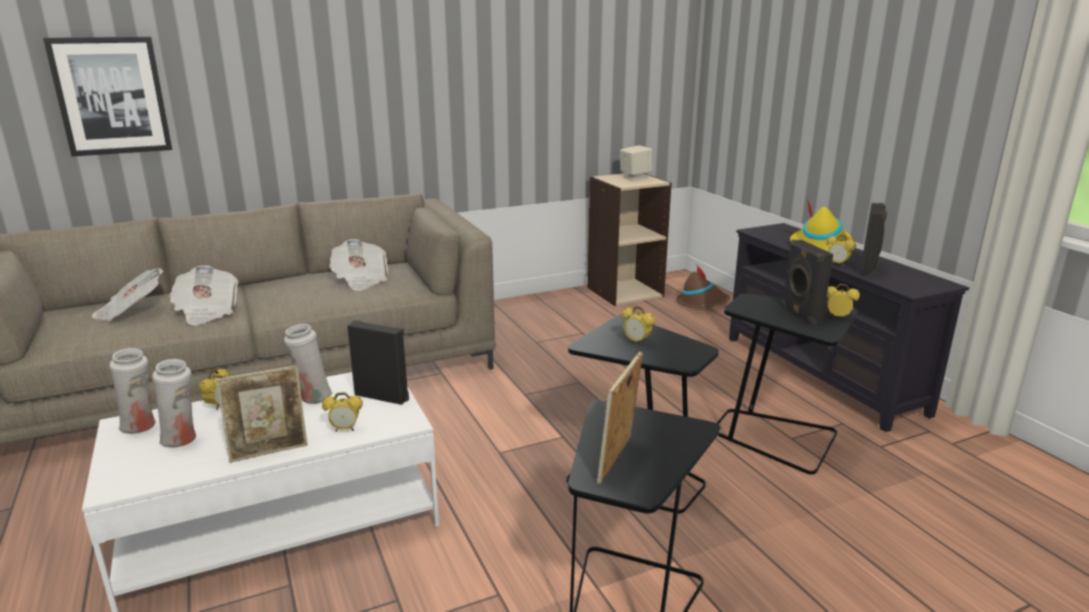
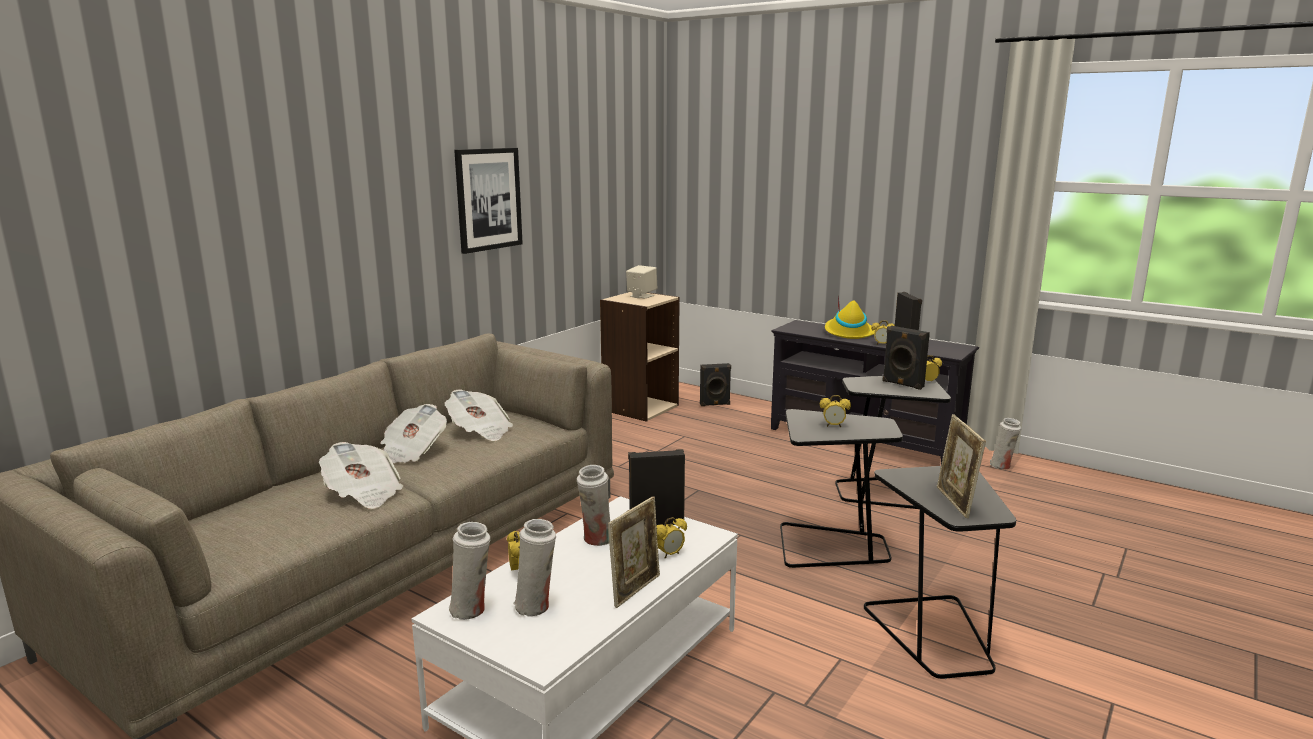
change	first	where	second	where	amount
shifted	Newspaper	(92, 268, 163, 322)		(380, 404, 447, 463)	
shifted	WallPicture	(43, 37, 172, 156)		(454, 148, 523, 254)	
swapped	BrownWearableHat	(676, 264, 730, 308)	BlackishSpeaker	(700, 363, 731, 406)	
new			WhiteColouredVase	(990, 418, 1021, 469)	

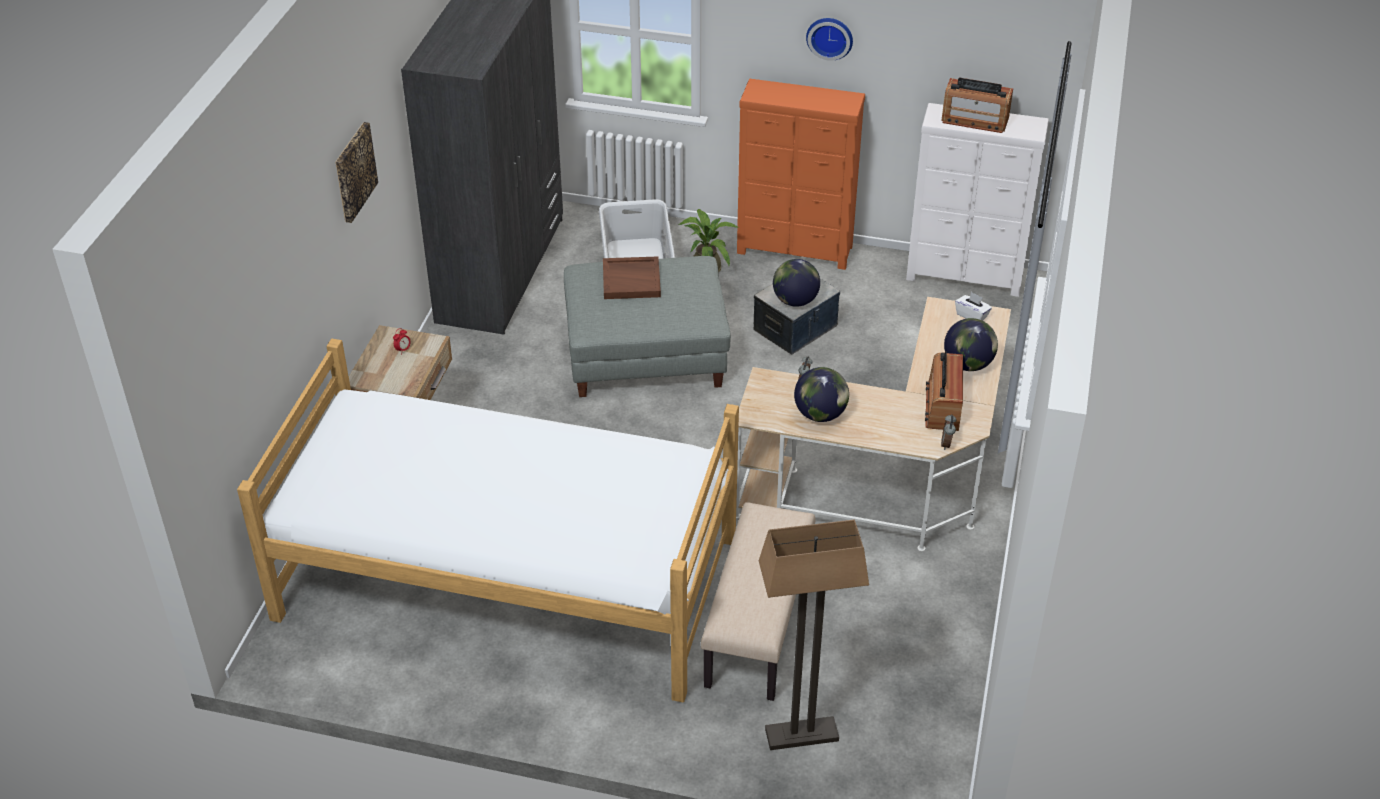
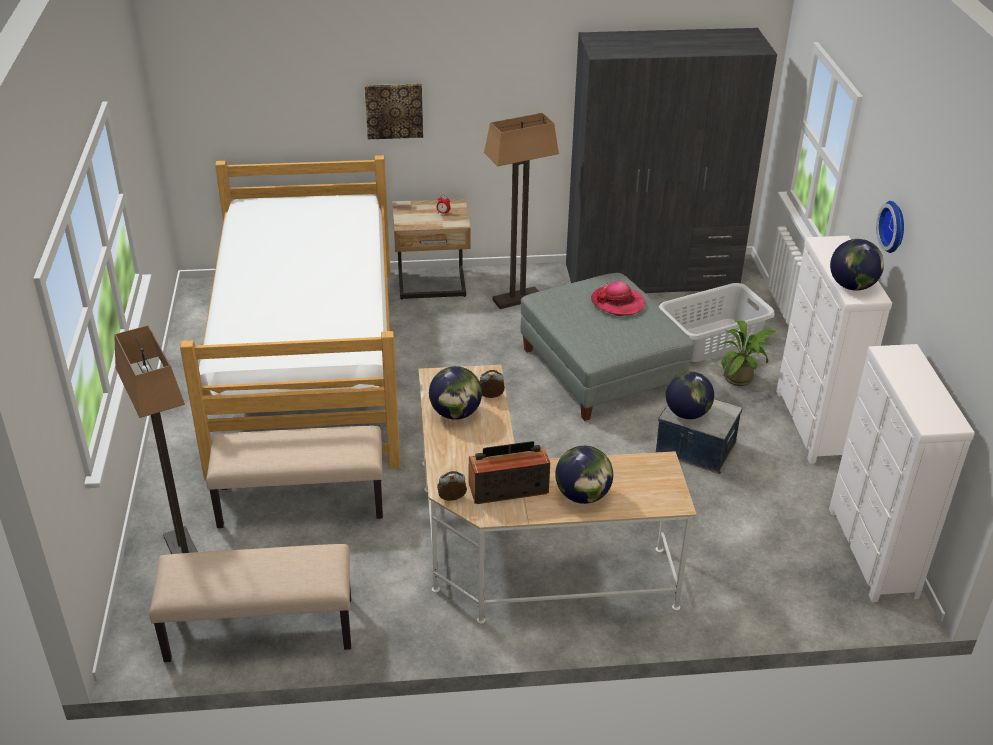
change	first	where	second	where	amount
new			BeigeIndoorBench	(149, 544, 351, 662)	
shifted	WallPicture	(335, 122, 378, 223)		(365, 84, 423, 139)	
new			StandingLamp	(484, 113, 559, 309)	
swapped	BrownCarryingTray	(603, 256, 661, 299)	WearableHat	(591, 281, 645, 316)	
repainted	OrangeColouredDresser	(737, 78, 865, 270)	WhiteColouredDresser	(776, 236, 892, 464)	
new			DeskGlobe	(830, 239, 884, 291)	
gone	RadioReceiver	(941, 78, 1013, 133)			
gone	WhiteColouredTissueHolder	(955, 292, 992, 321)			

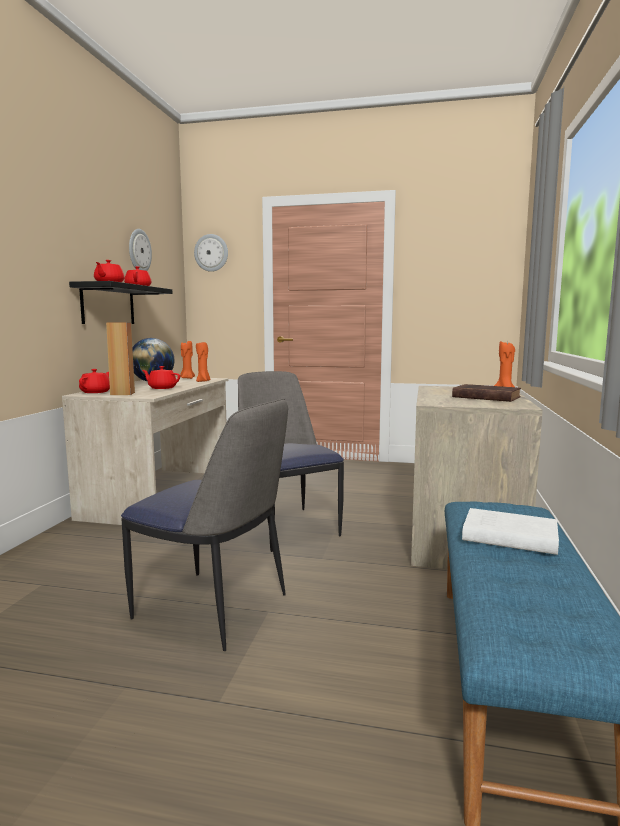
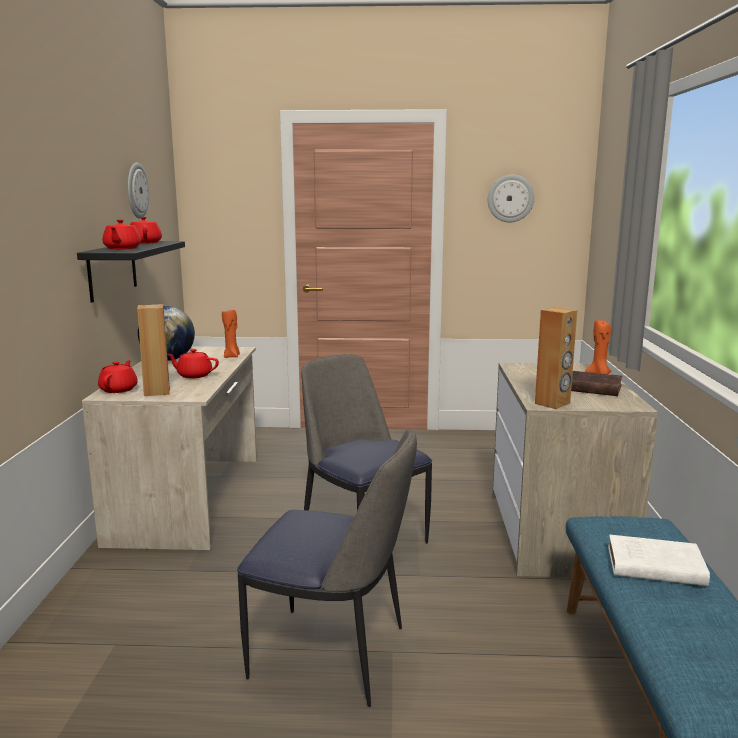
change	first	where	second	where	amount
shifted	ClockOnTheWall	(194, 234, 228, 272)		(488, 175, 535, 222)	
new			BrownSpeaker	(535, 307, 577, 409)	
gone	OrangeColouredWaxCandle	(180, 341, 195, 379)			

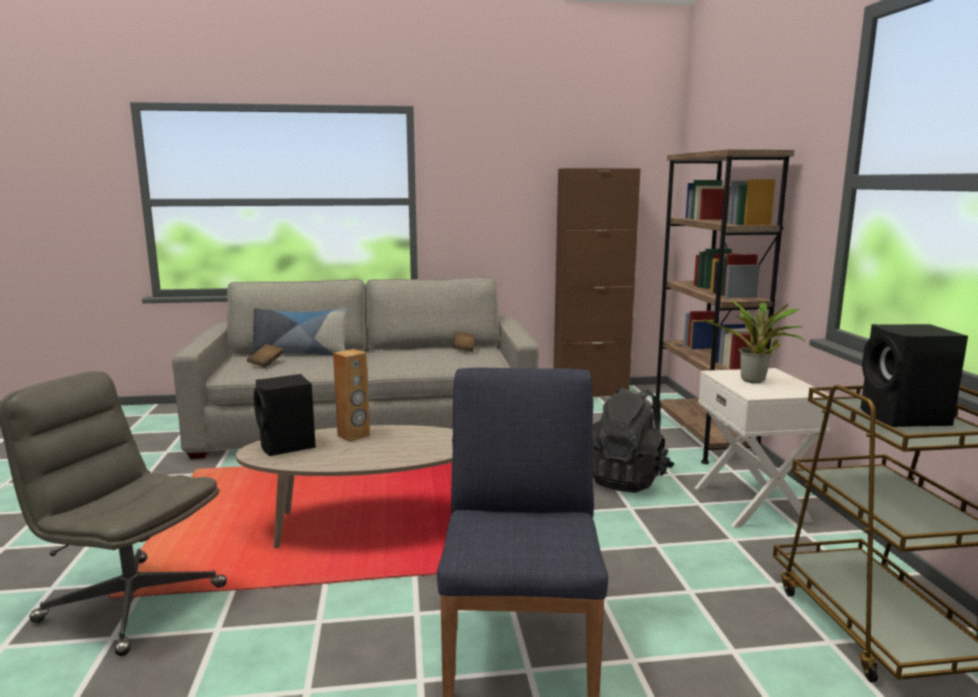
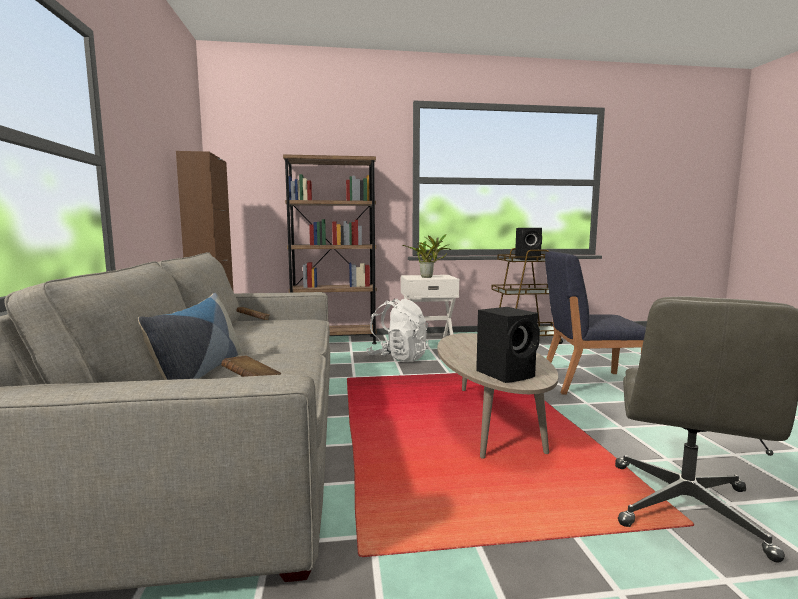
change	first	where	second	where	amount
repainted	BlackishRucksack	(592, 386, 674, 493)	WhiteColouredRucksack	(366, 298, 429, 362)	
gone	BrownSpeaker	(333, 349, 370, 442)			

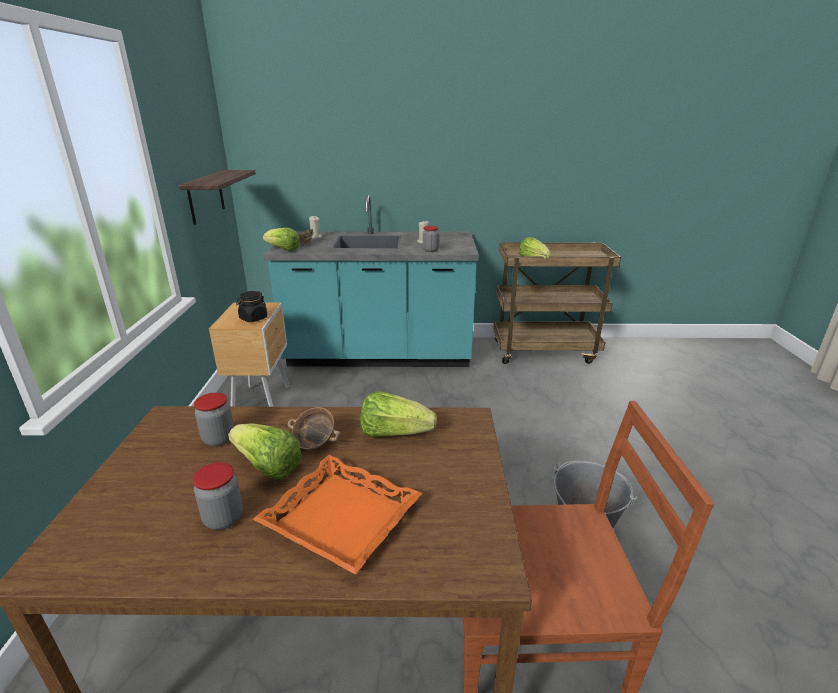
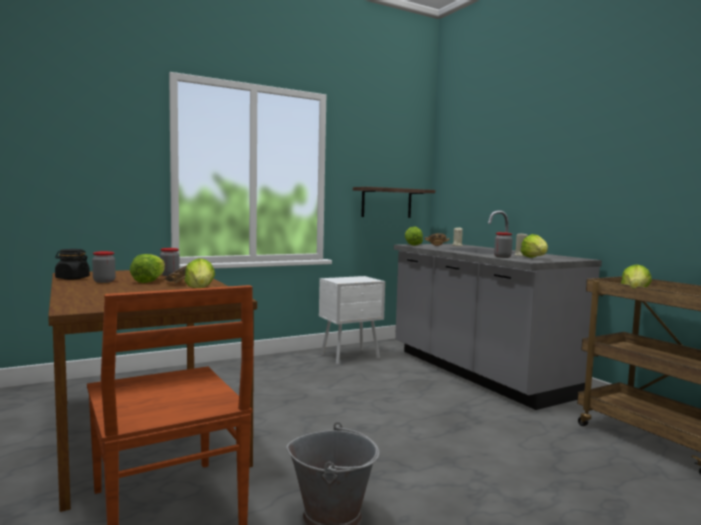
change	first	where	second	where	amount
shifted	BlackishJar	(236, 291, 267, 322)		(55, 249, 90, 280)	
repainted	BrownNightstand	(209, 302, 290, 407)	WhiteColouredNightstand	(319, 276, 385, 365)	
repainted	BlueGreenKitchenCounter	(264, 194, 479, 367)	GrayKitchenCounter	(394, 210, 602, 410)	
new			Lettuce	(521, 234, 548, 258)	
gone	OrangeColouredCarryingTray	(253, 455, 422, 575)			

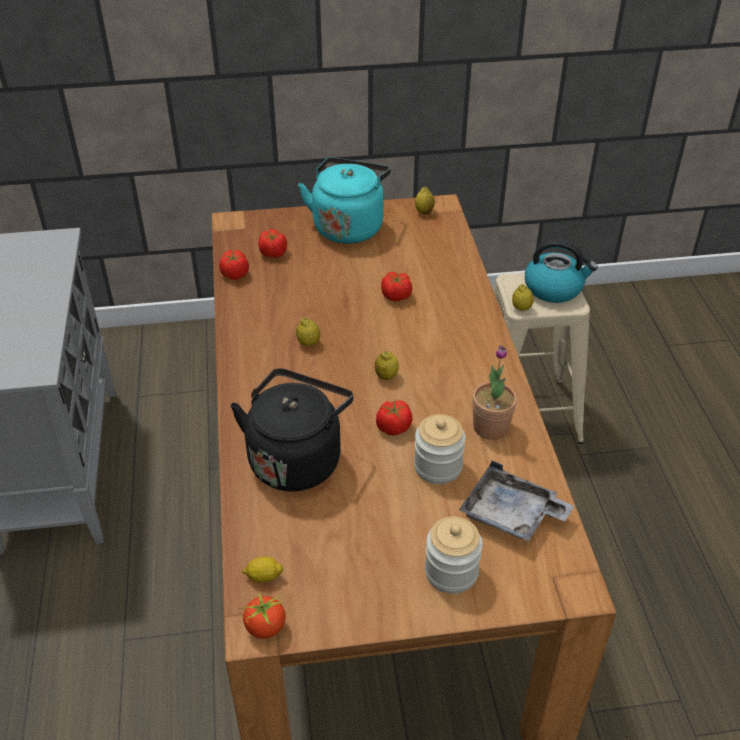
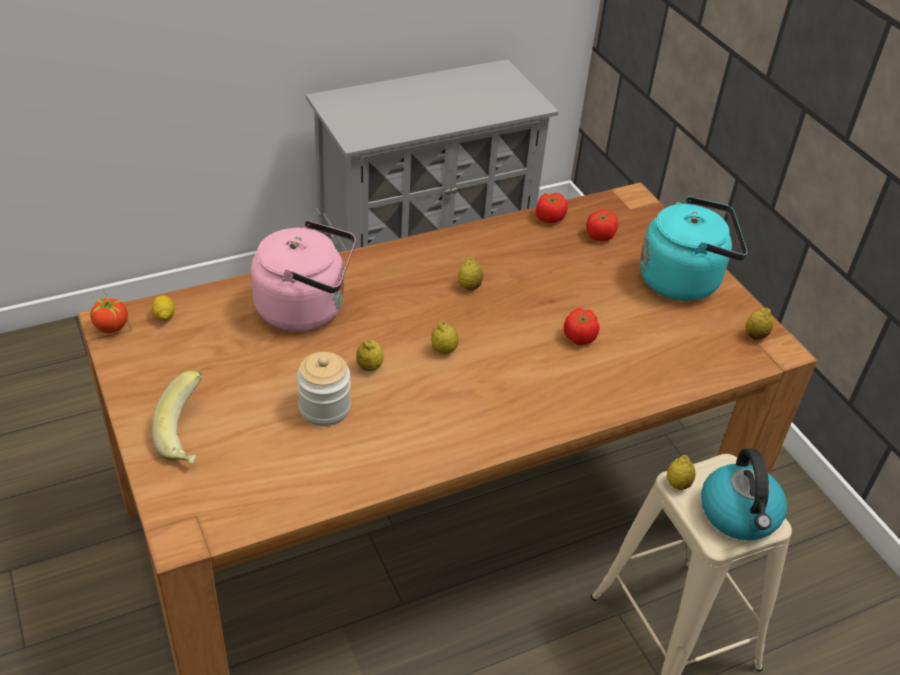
change	first	where	second	where	amount
swapped	Jar	(425, 516, 483, 594)	BananaFruit	(152, 370, 202, 464)	
repainted	BlackishWaterKettle	(231, 368, 353, 491)	PinkWaterKettle	(251, 220, 356, 331)	
swapped	WholeTomato	(376, 400, 412, 435)	Lemon	(356, 340, 383, 371)	
gone	GrayCarryingTray	(459, 461, 574, 541)			
gone	PottedPlant	(472, 345, 517, 440)			

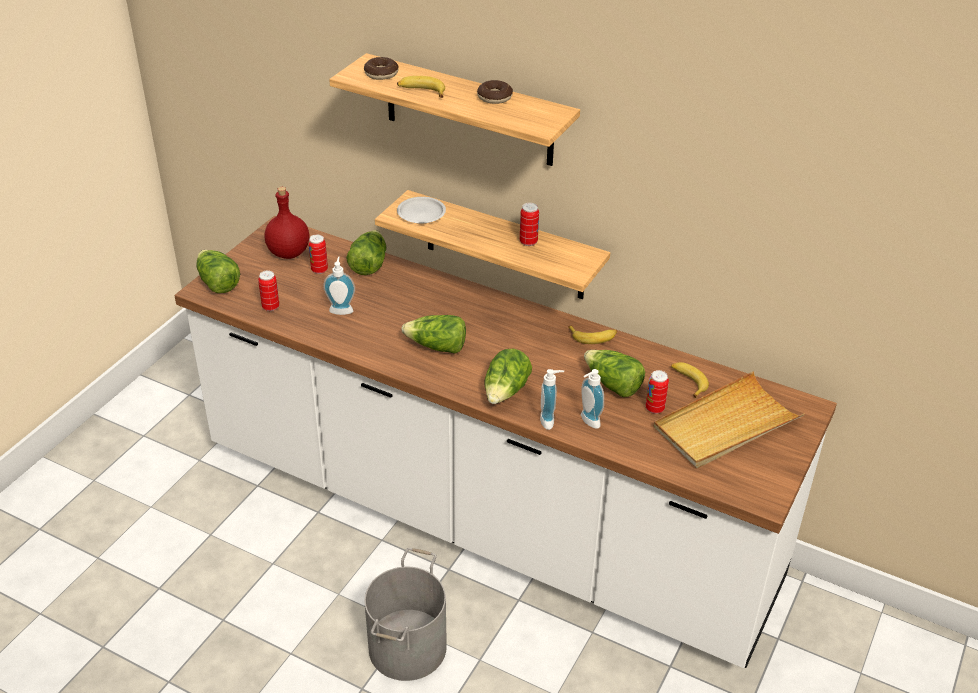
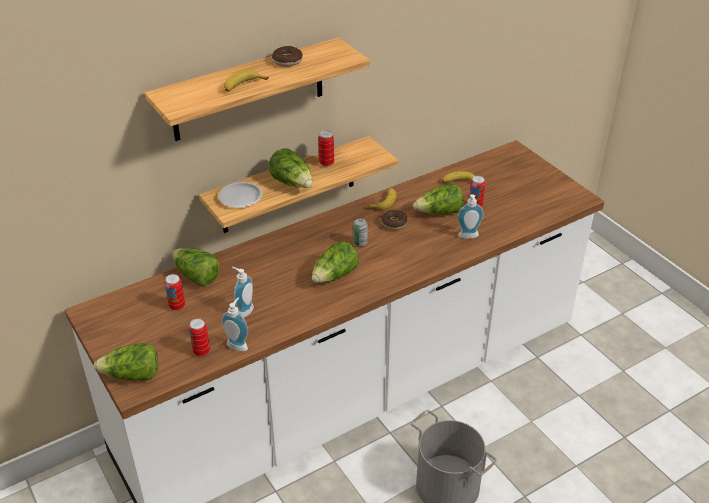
change	first	where	second	where	amount
shifted	SoapBottle	(540, 369, 564, 430)		(221, 297, 248, 351)	
shifted	Lettuce	(484, 349, 532, 404)		(269, 148, 313, 188)	
new			MetalCan	(353, 219, 368, 247)	
shifted	Doughnut	(364, 57, 398, 80)		(381, 210, 408, 230)	
gone	RedBeverageBottle	(264, 187, 309, 259)			
gone	BeigeCarryingTray	(653, 371, 804, 468)			

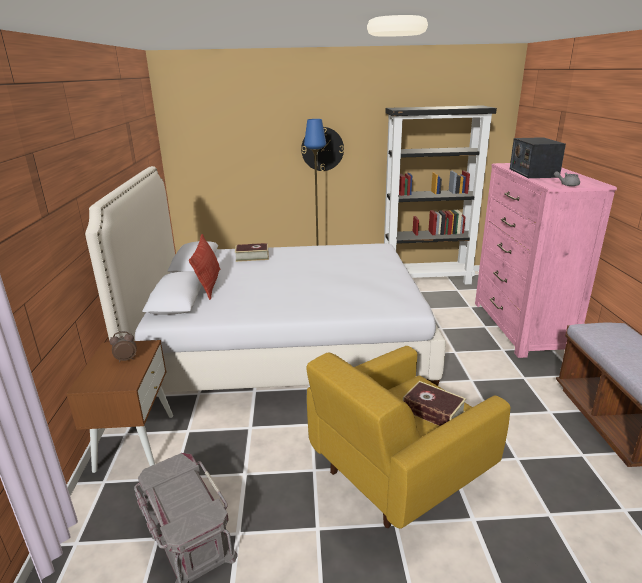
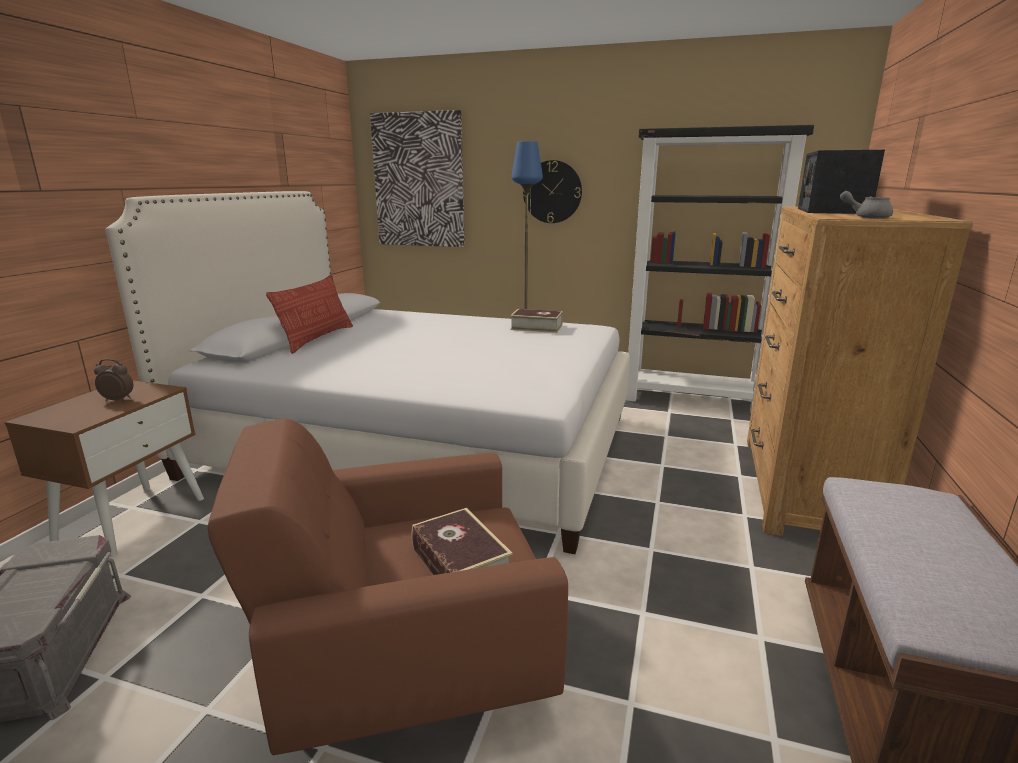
change	first	where	second	where	amount
repainted	YellowColouredEasyChair	(307, 346, 510, 529)	BrownEasyChair	(207, 419, 568, 755)	
new			WallPicture	(370, 110, 465, 247)	
shifted	BoundBook	(235, 243, 269, 262)		(510, 309, 563, 333)	
repainted	PinkDresser	(475, 163, 617, 358)	BrownDresser	(747, 206, 974, 536)	

